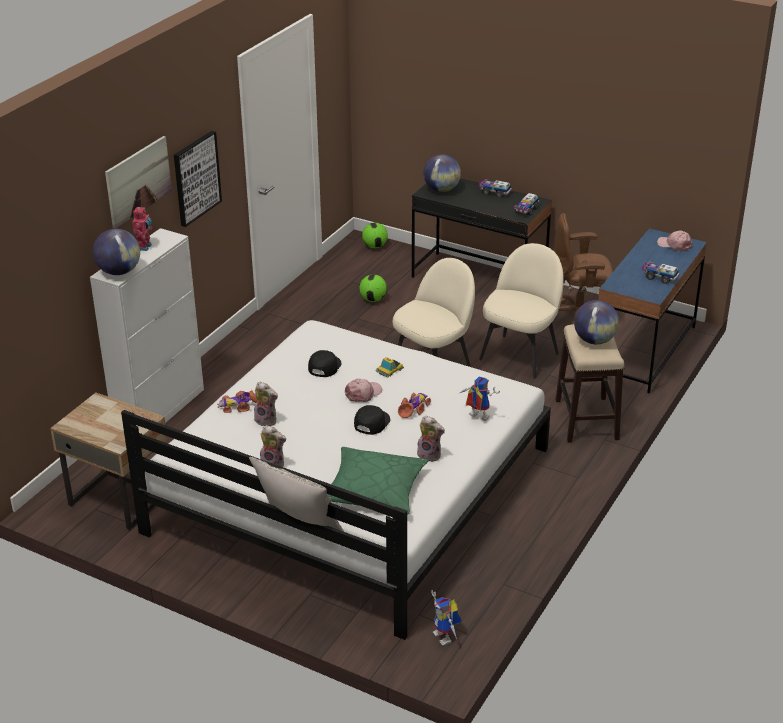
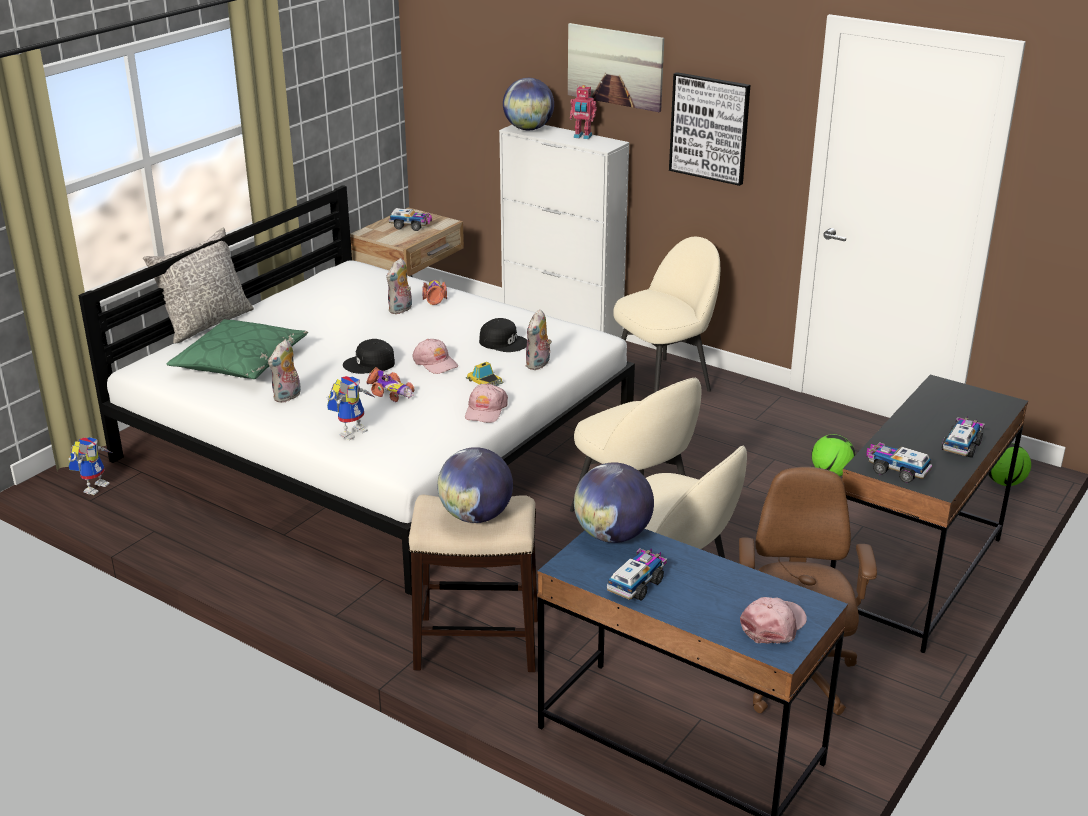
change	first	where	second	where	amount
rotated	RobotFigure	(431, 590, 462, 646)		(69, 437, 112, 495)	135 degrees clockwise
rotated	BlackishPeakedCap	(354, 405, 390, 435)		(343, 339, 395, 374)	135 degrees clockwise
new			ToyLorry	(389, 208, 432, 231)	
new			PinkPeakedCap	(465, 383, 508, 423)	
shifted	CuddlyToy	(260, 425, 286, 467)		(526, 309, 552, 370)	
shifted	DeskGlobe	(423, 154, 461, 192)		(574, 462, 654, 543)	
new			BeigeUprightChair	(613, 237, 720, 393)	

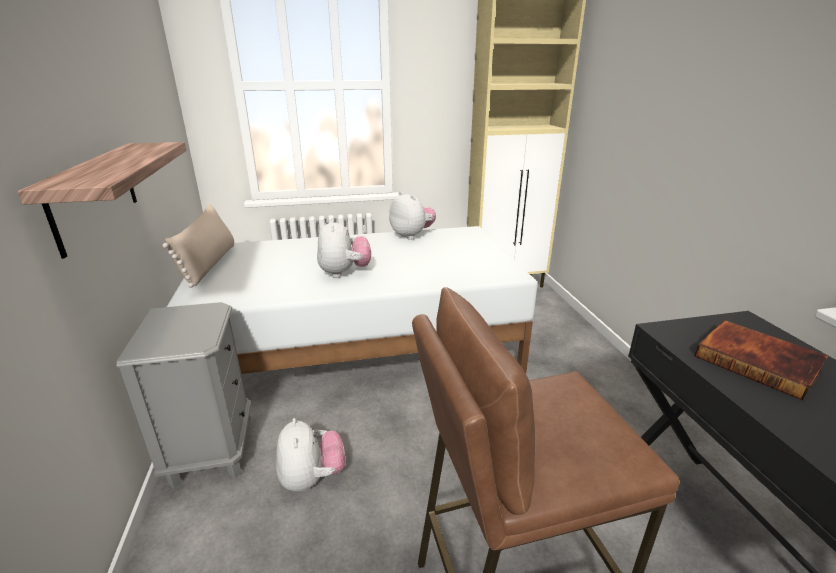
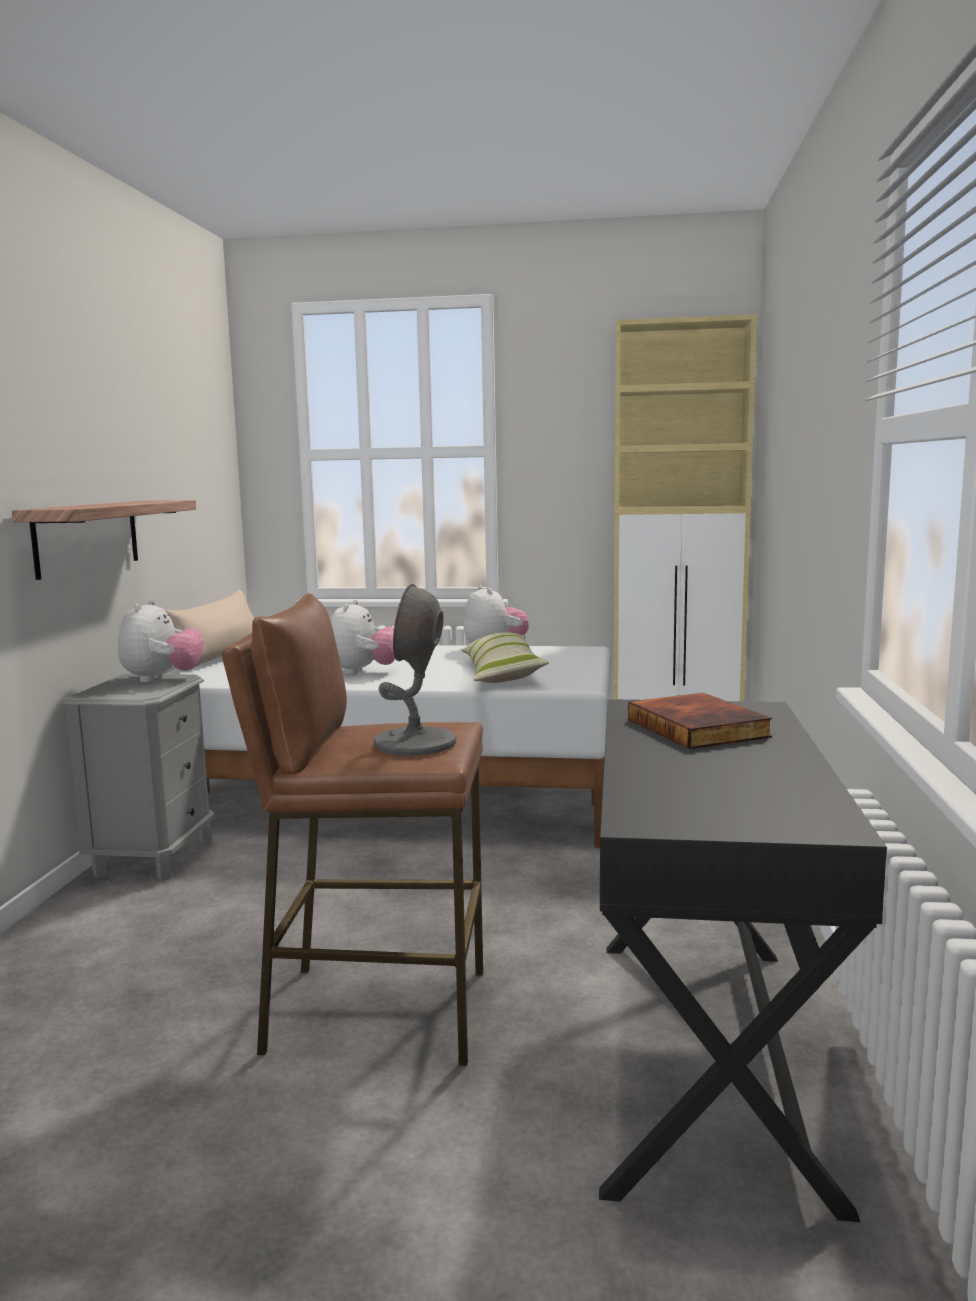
change	first	where	second	where	amount
shifted	CuddlyToy	(276, 418, 345, 492)		(118, 600, 204, 683)	
new			GrayLampForATable	(374, 584, 456, 756)	
new			Cushion	(462, 632, 549, 683)	

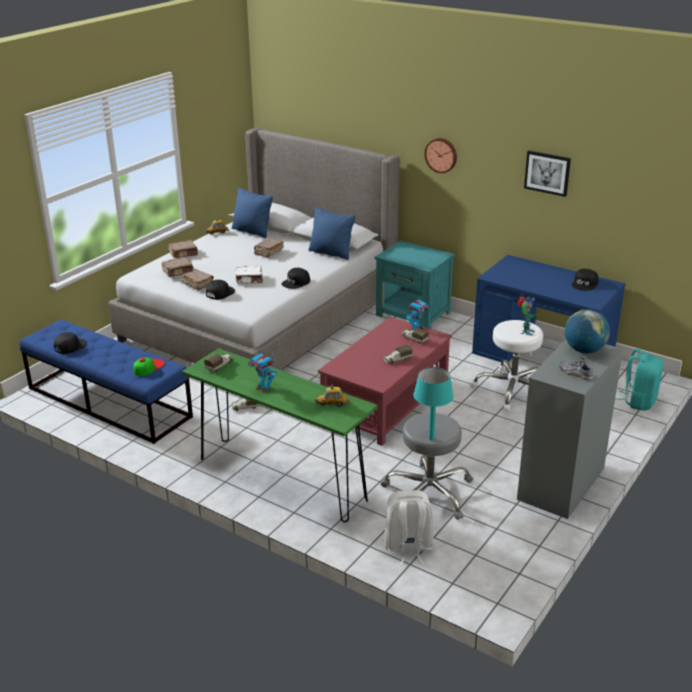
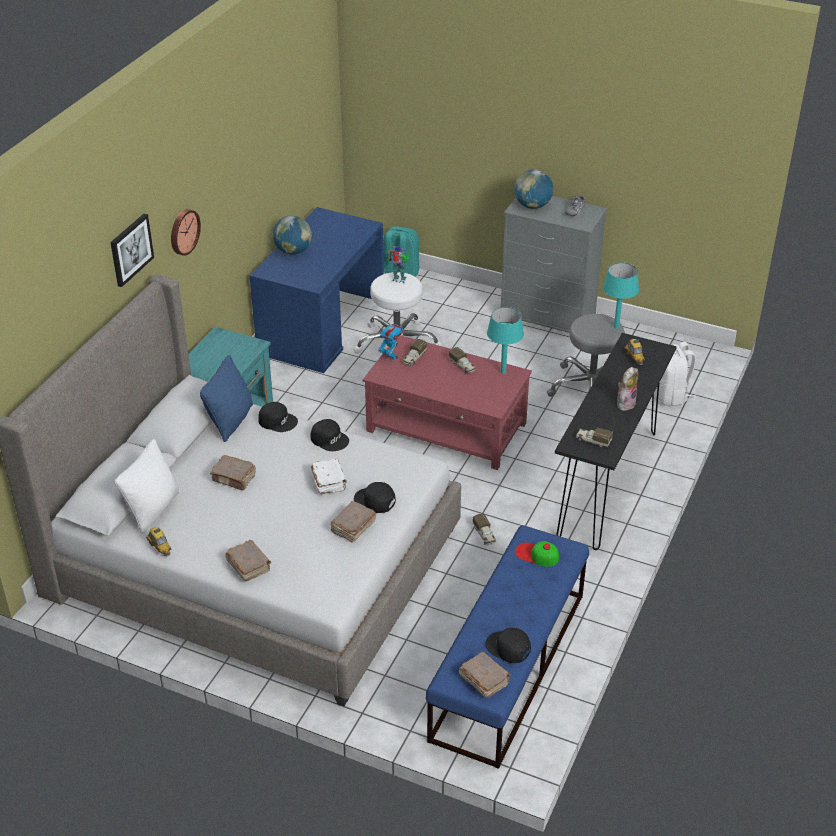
change	first	where	second	where	amount
shifted	WallPicture	(524, 151, 571, 197)		(110, 213, 154, 287)	
repainted	BluishCushion	(232, 188, 273, 238)	WhiteColouredCushion	(114, 439, 181, 534)	
shifted	BlackishPeakedCap	(571, 269, 599, 291)		(258, 402, 298, 432)	
new			DeskGlobe	(273, 215, 312, 254)	
shifted	BrownBoundBook	(161, 257, 193, 277)		(459, 652, 511, 698)	
new			BlueGreenLampForATable	(487, 307, 524, 374)	
repainted	GreenishNarrowTable	(182, 348, 378, 522)	BlackishNarrowTable	(555, 333, 676, 550)	
swapped	RobotFigure	(248, 346, 277, 393)	CuddlyToy	(617, 367, 638, 411)	

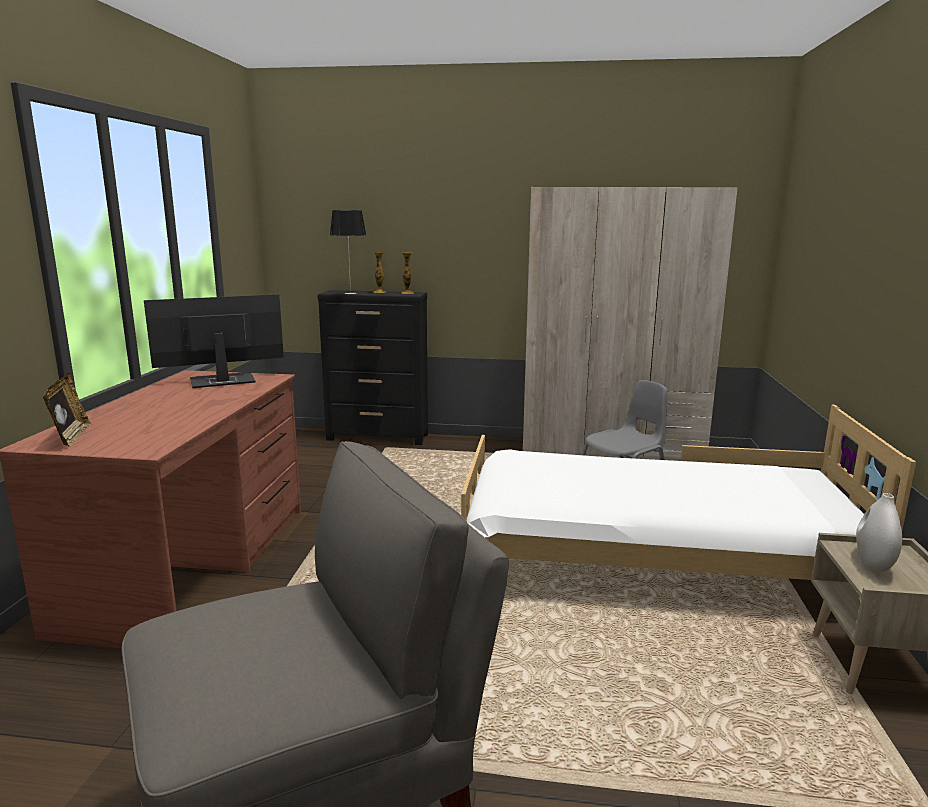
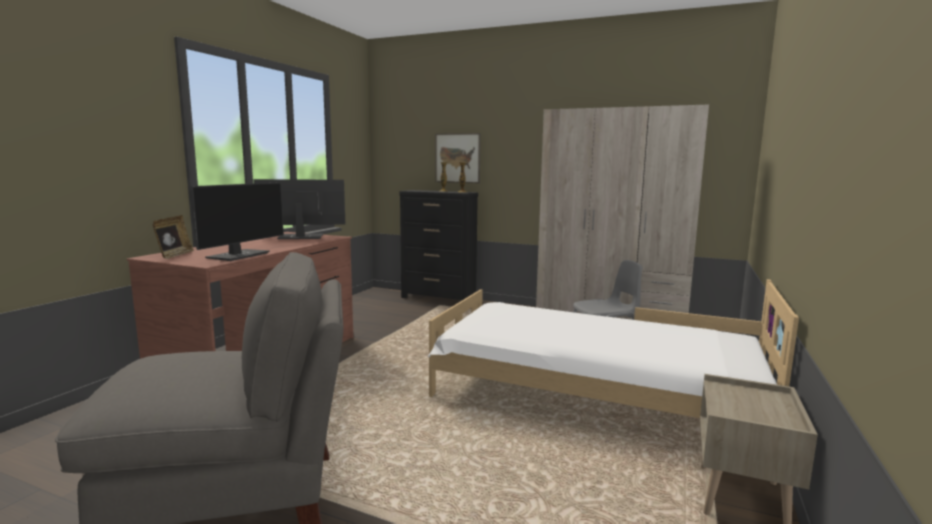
change	first	where	second	where	amount
new			ComputerDisplay	(191, 182, 284, 261)	
new			WallPicture	(435, 133, 481, 183)	
gone	LampForATable	(330, 210, 366, 294)			
gone	WhiteColouredVase	(856, 493, 902, 572)			

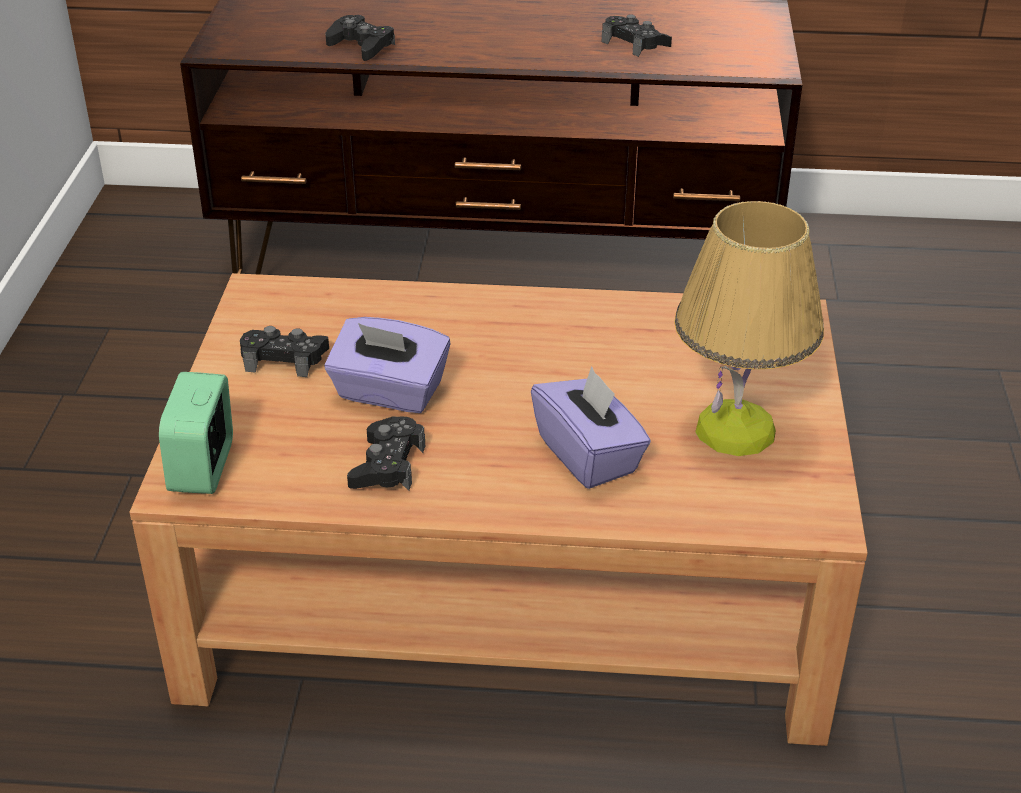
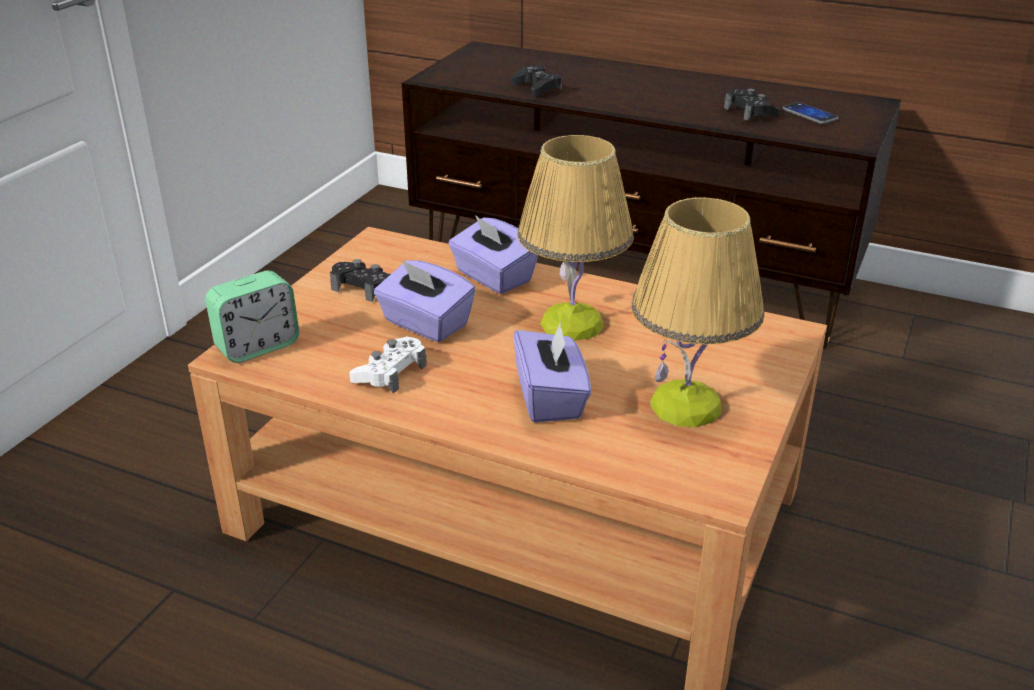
change	first	where	second	where	amount
rotated	BedsideClock	(159, 372, 233, 494)		(205, 270, 299, 363)	150 degrees counterclockwise
repainted	BlackishGamepad	(347, 416, 425, 490)	WhiteColouredGamepad	(349, 336, 427, 393)	
new			PurpleTissueHolder	(448, 215, 538, 294)	
new			LampForATable	(517, 135, 634, 341)	
new			Phone	(782, 102, 839, 124)	

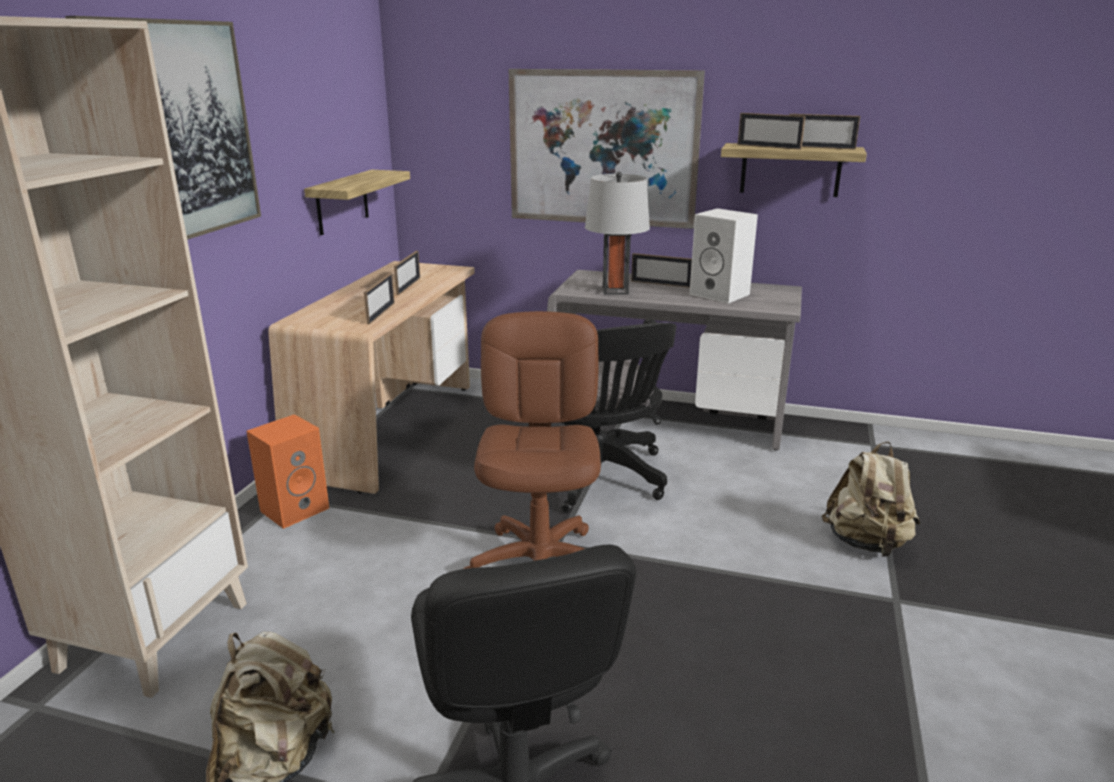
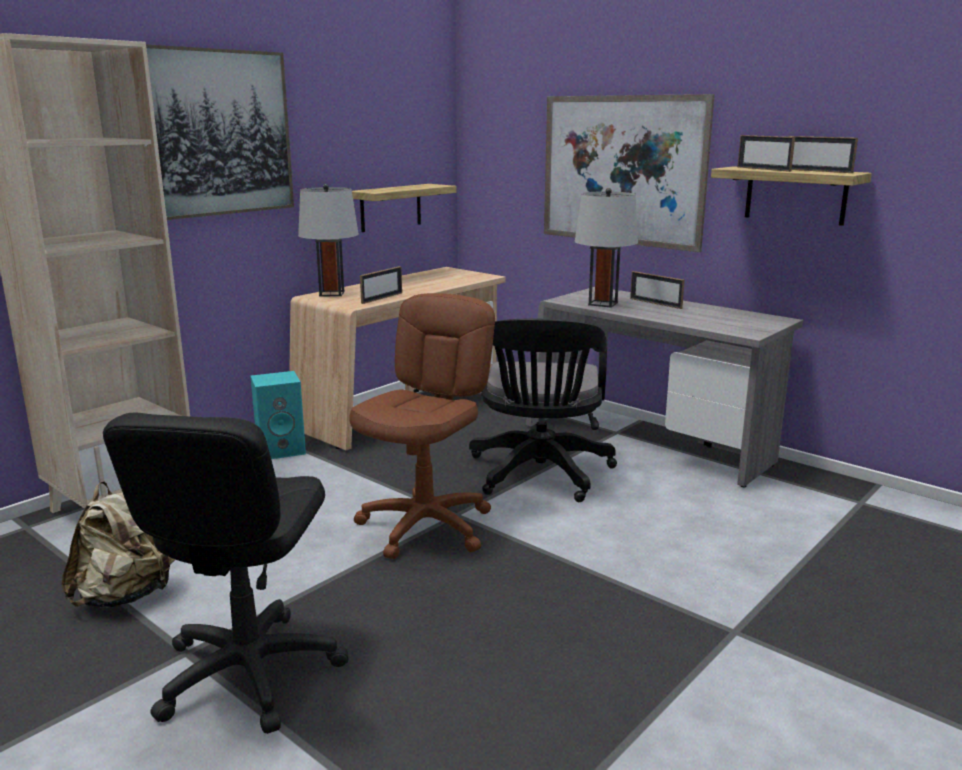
change	first	where	second	where	amount
repainted	OrangeColouredSpeaker	(246, 414, 329, 529)	BlueGreenSpeaker	(250, 371, 306, 459)	
new			GrayLampForATable	(298, 184, 359, 296)	
gone	PictureFrame	(394, 251, 420, 295)			
gone	WhiteColouredSpeaker	(690, 208, 758, 303)			
gone	BeigeRucksack	(822, 442, 920, 557)			

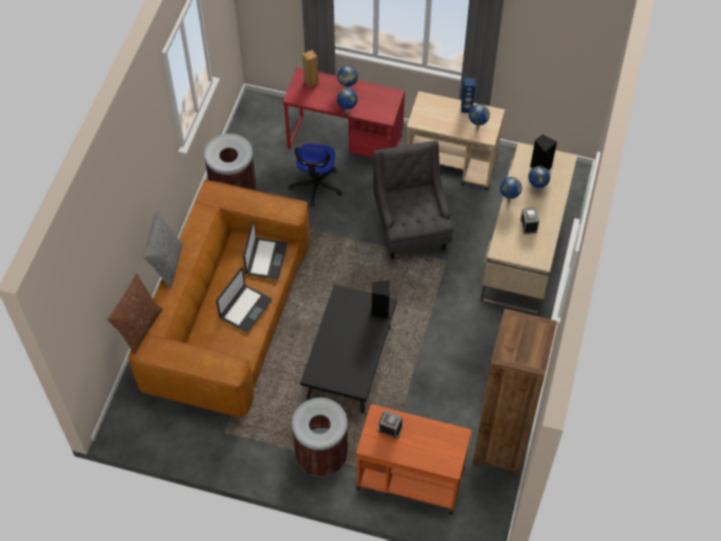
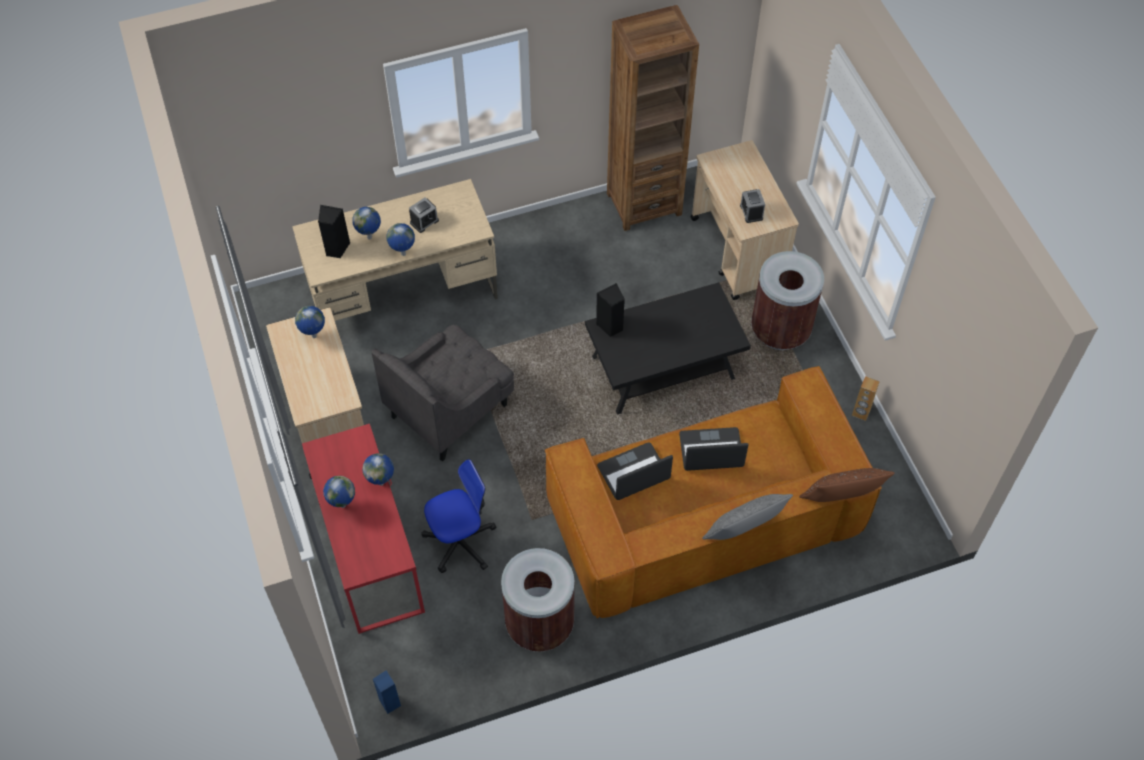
change	first	where	second	where	amount
shifted	BluishSpeaker	(461, 78, 476, 113)		(373, 671, 401, 714)	
repainted	OrangeColouredTrolley	(356, 404, 472, 515)	BeigeTrolley	(691, 140, 799, 300)	
shifted	BrownSpeaker	(303, 50, 319, 88)		(852, 376, 879, 421)	

